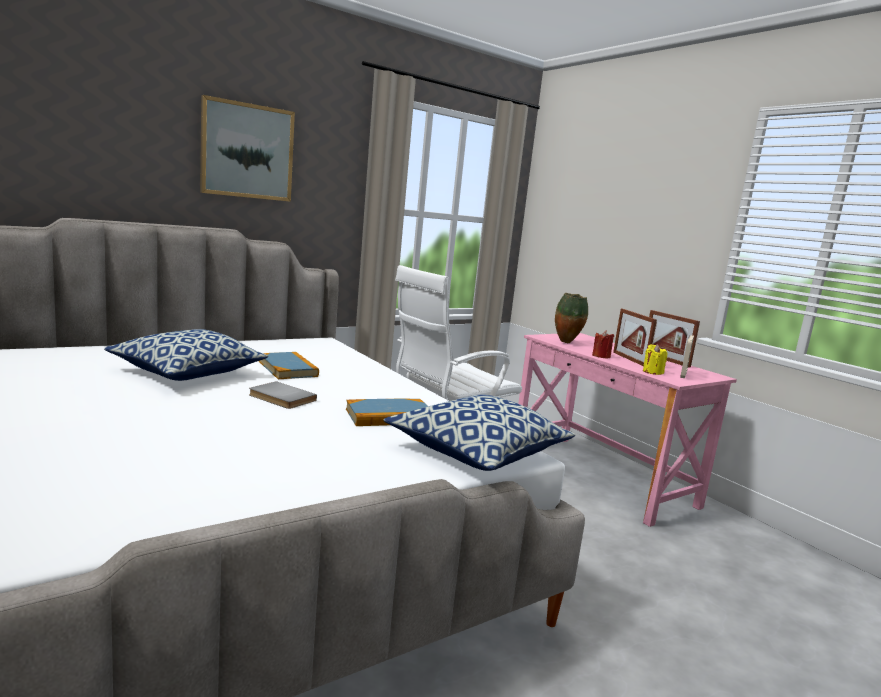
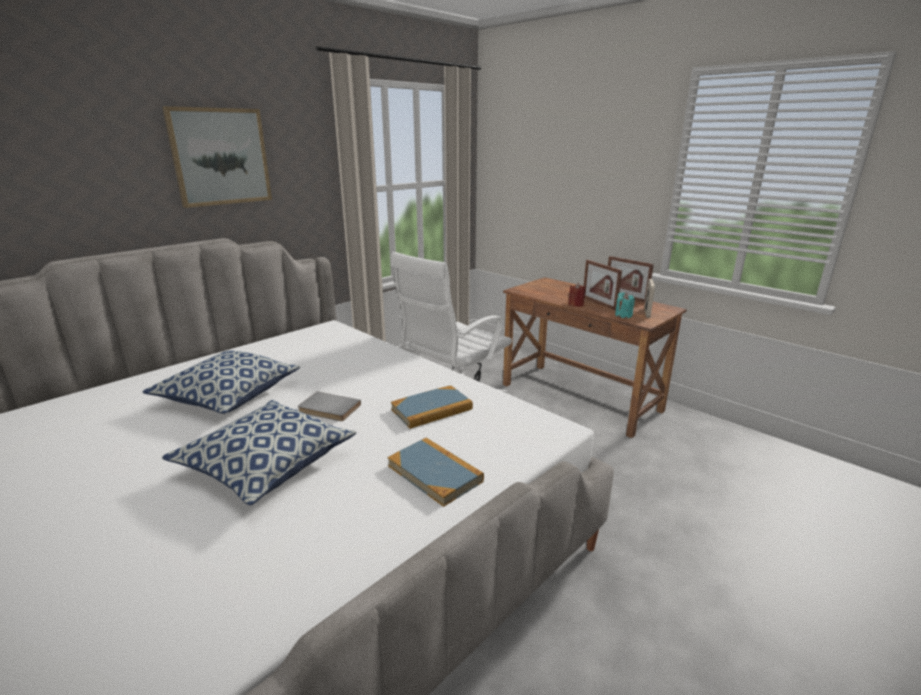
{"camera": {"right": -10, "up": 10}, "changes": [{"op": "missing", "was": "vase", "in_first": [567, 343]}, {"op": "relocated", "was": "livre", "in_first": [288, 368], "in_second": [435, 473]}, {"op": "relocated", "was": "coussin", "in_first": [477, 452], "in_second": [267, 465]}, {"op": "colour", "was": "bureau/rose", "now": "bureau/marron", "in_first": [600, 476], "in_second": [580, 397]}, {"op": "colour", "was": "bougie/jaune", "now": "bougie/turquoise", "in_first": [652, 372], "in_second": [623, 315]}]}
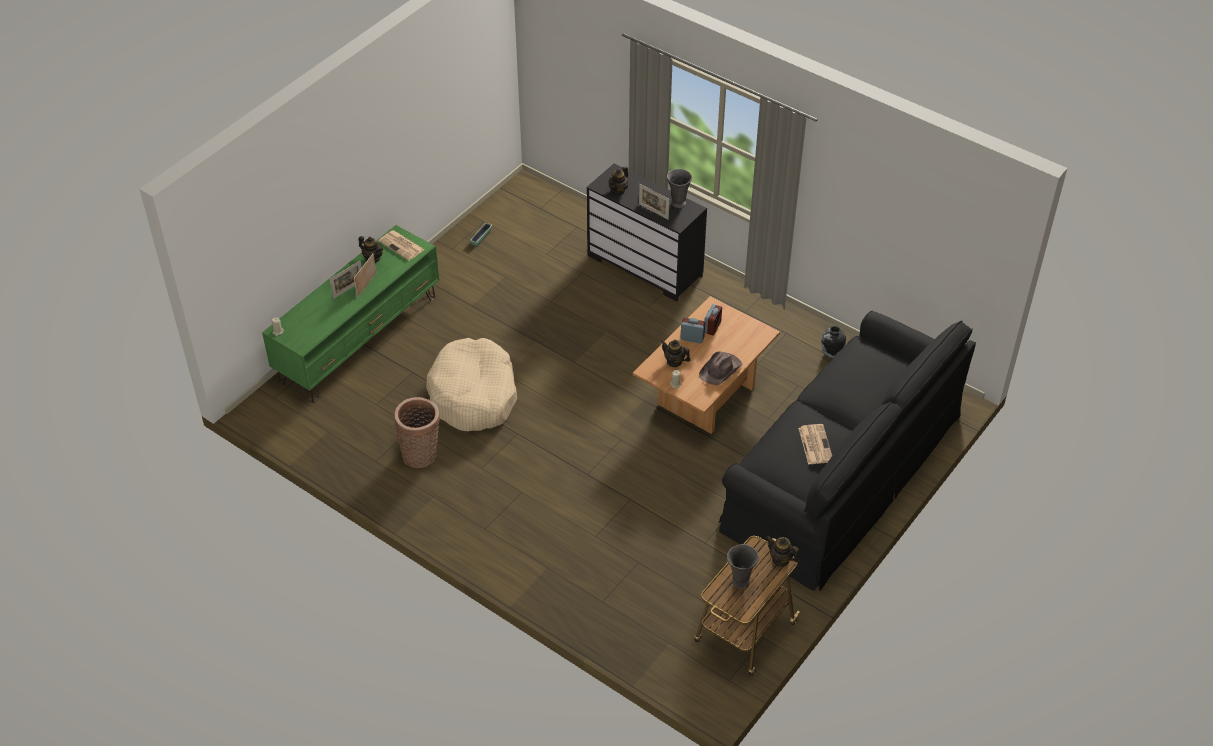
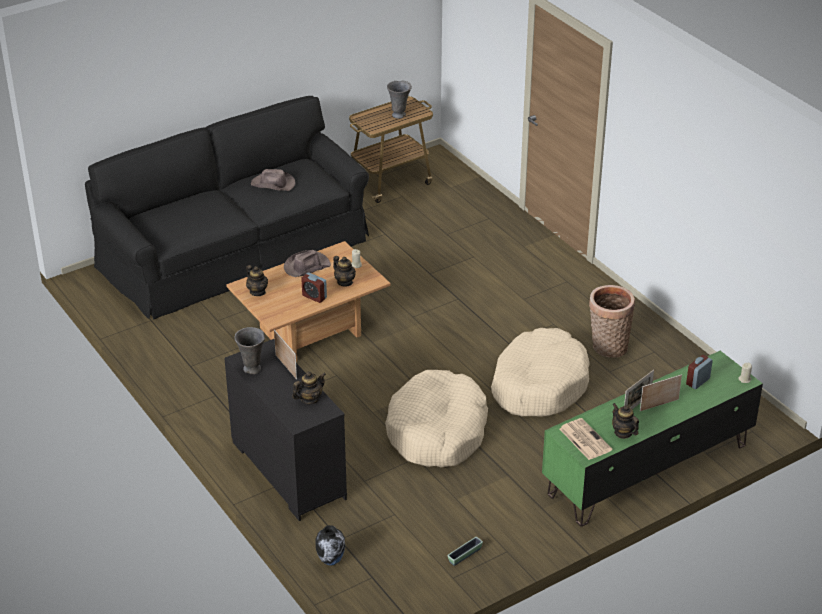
{"camera": {"right": -160, "up": -10}, "changes": [{"op": "appeared", "now": "panier pour chien/beige", "in_second": [437, 432]}, {"op": "relocated", "was": "réveil", "in_first": [712, 327], "in_second": [698, 381]}, {"op": "relocated", "was": "théière", "in_first": [781, 559], "in_second": [257, 292]}, {"op": "relocated", "was": "vase", "in_first": [831, 354], "in_second": [331, 561]}, {"op": "exchanged", "was": "journal", "now": "chapeau/marron", "in_first": [815, 444], "in_second": [273, 184]}]}
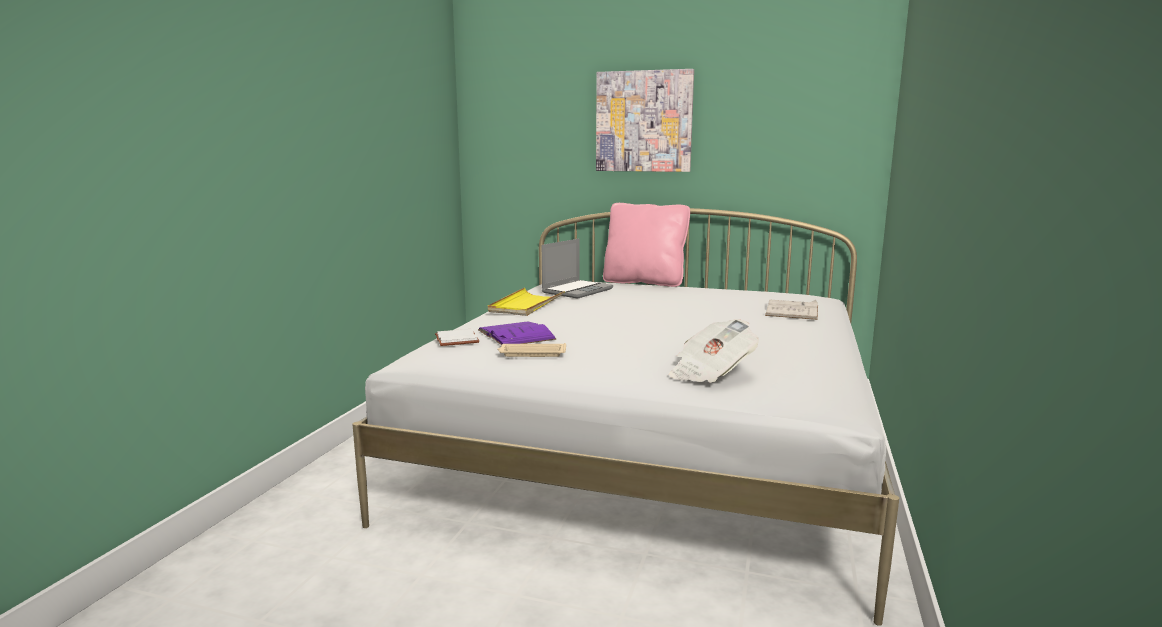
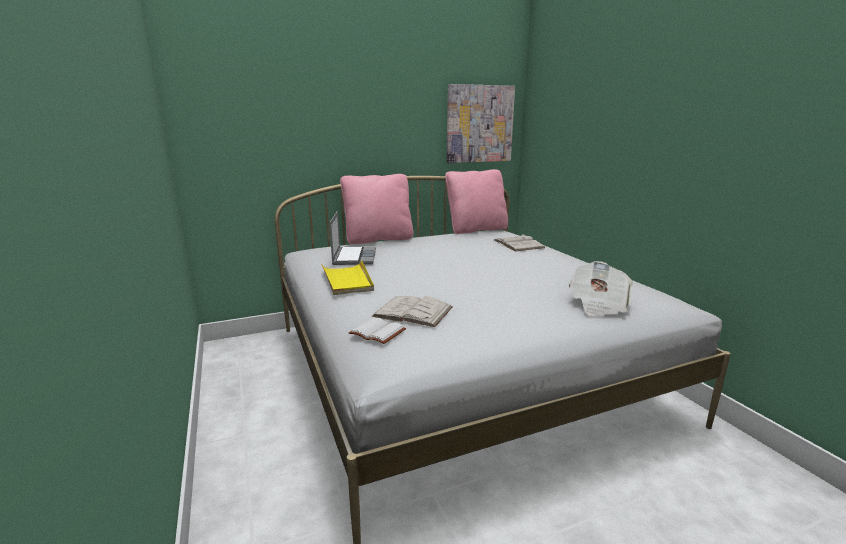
{"camera": {"right": -40, "up": 5}, "changes": [{"op": "missing", "was": "plateau/beige", "in_first": [531, 354]}, {"op": "appeared", "now": "coussin/rose", "in_second": [476, 229]}, {"op": "relocated", "was": "tableau", "in_first": [644, 121], "in_second": [479, 124]}, {"op": "colour", "was": "livre/violet", "now": "livre/blanc", "in_first": [516, 334], "in_second": [413, 312]}]}
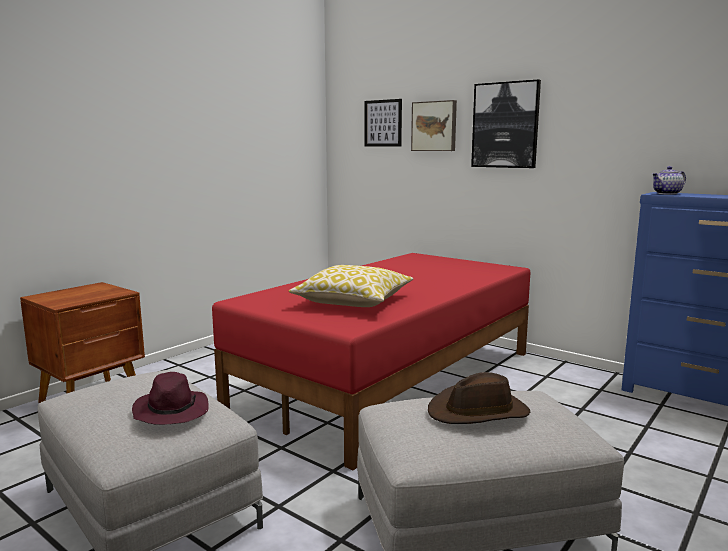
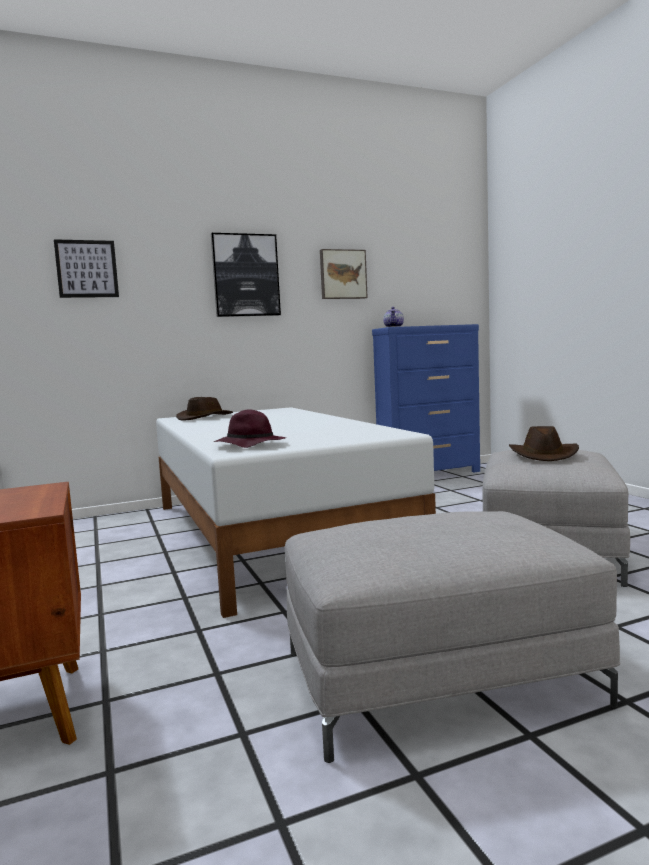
{"camera": {"right": -60, "up": -5}, "changes": [{"op": "missing", "was": "coussin", "in_first": [353, 302]}, {"op": "appeared", "now": "chapeau/marron", "in_second": [205, 417]}, {"op": "relocated", "was": "chapeau/violet", "in_first": [171, 412], "in_second": [249, 445]}, {"op": "relocated", "was": "tableau", "in_first": [434, 126], "in_second": [342, 274]}, {"op": "colour", "was": "lit/rouge", "now": "lit/blanc", "in_first": [392, 379], "in_second": [272, 533]}]}
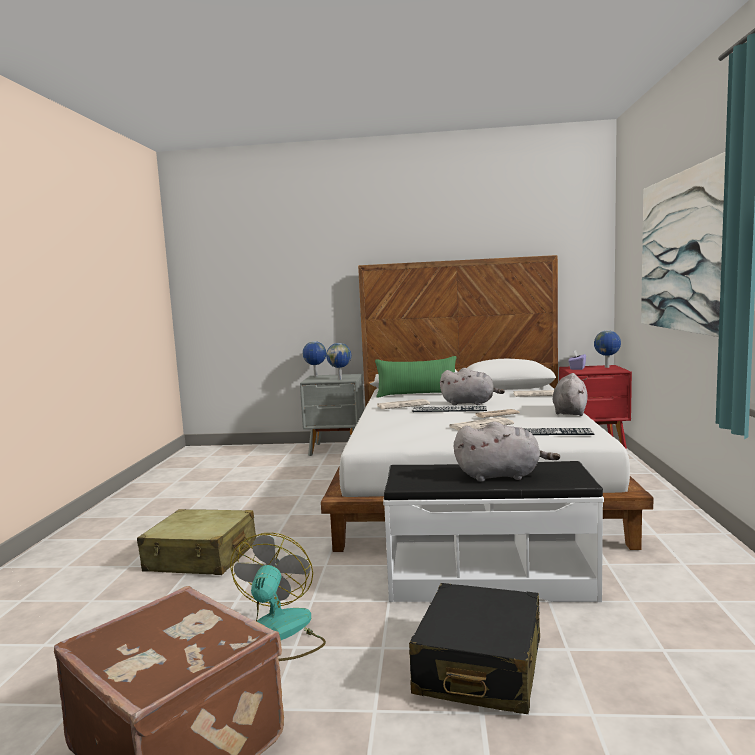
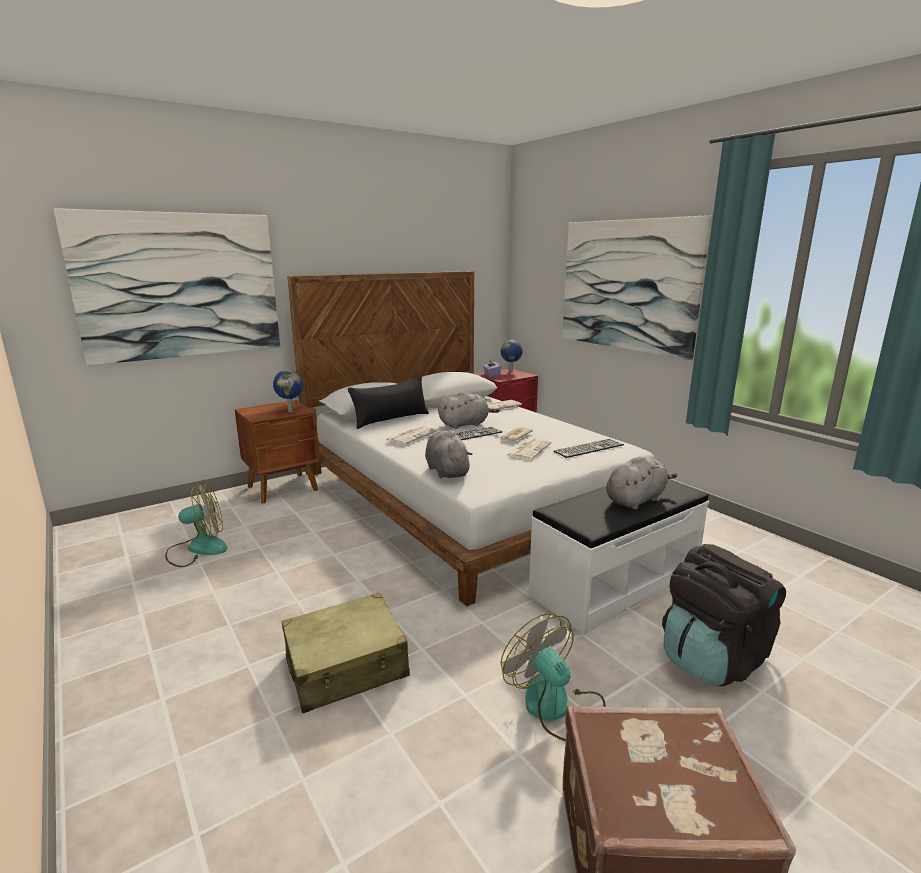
{"camera": {"right": -40, "up": 10}, "changes": [{"op": "missing", "was": "globe", "in_first": [315, 376]}, {"op": "appeared", "now": "tableau", "in_second": [180, 286]}, {"op": "appeared", "now": "ventilateur", "in_second": [197, 549]}, {"op": "relocated", "was": "peluche/gris", "in_first": [570, 412], "in_second": [446, 471]}, {"op": "exchanged", "was": "valise/noir", "now": "sac à dos/noir", "in_first": [479, 666], "in_second": [712, 658]}, {"op": "colour", "was": "table de chevet/gris", "now": "table de chevet/marron", "in_first": [337, 449], "in_second": [284, 488]}, {"op": "colour", "was": "coussin/vert", "now": "coussin/noir", "in_first": [417, 394], "in_second": [391, 419]}]}
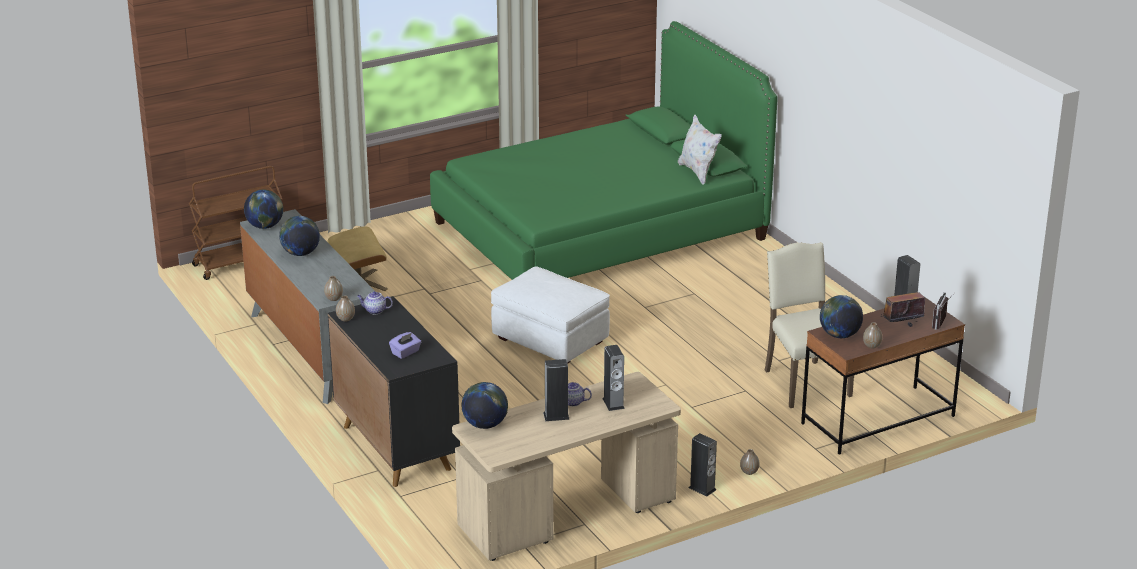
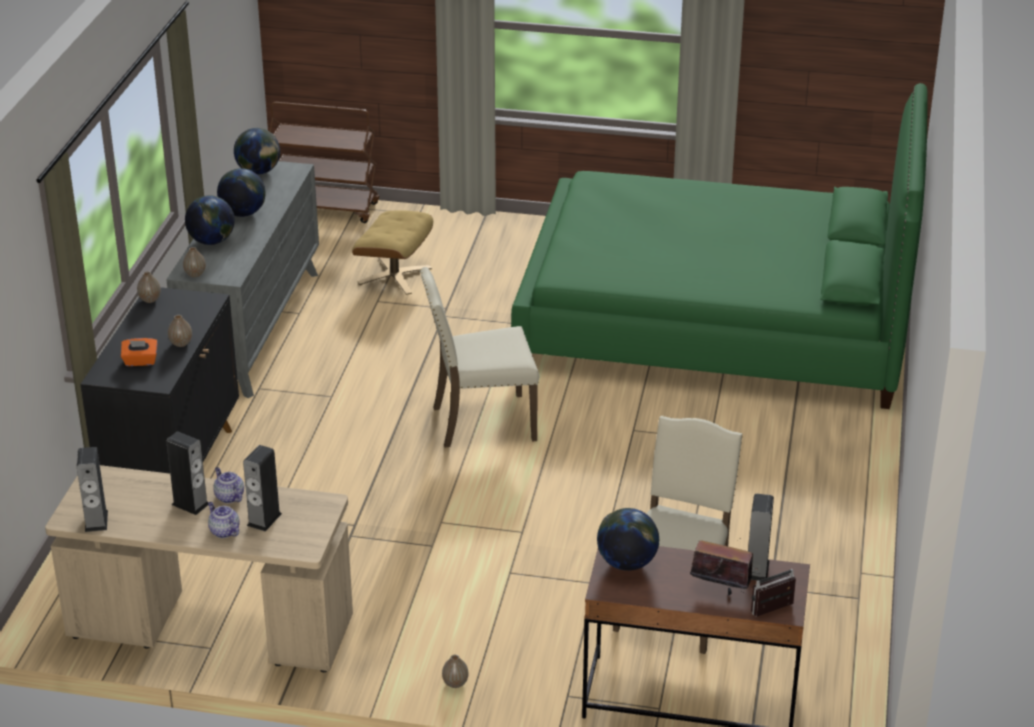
{"camera": {"right": 40, "up": 5}, "changes": [{"op": "missing", "was": "coussin/blanc", "in_first": [698, 172]}, {"op": "relocated", "was": "théière", "in_first": [374, 311], "in_second": [224, 531]}, {"op": "relocated", "was": "globe", "in_first": [485, 425], "in_second": [212, 241]}, {"op": "relocated", "was": "enceinte", "in_first": [702, 488], "in_second": [96, 521]}, {"op": "relocated", "was": "vase", "in_first": [872, 346], "in_second": [181, 343]}, {"op": "exchanged", "was": "pouf/blanc", "now": "chaise/beige", "in_first": [550, 340], "in_second": [481, 422]}, {"op": "colour", "was": "boîte à mouchoirs/violet", "now": "boîte à mouchoirs/orange", "in_first": [405, 353], "in_second": [140, 361]}]}
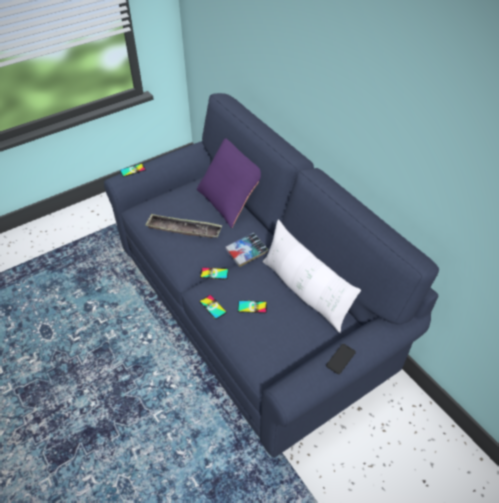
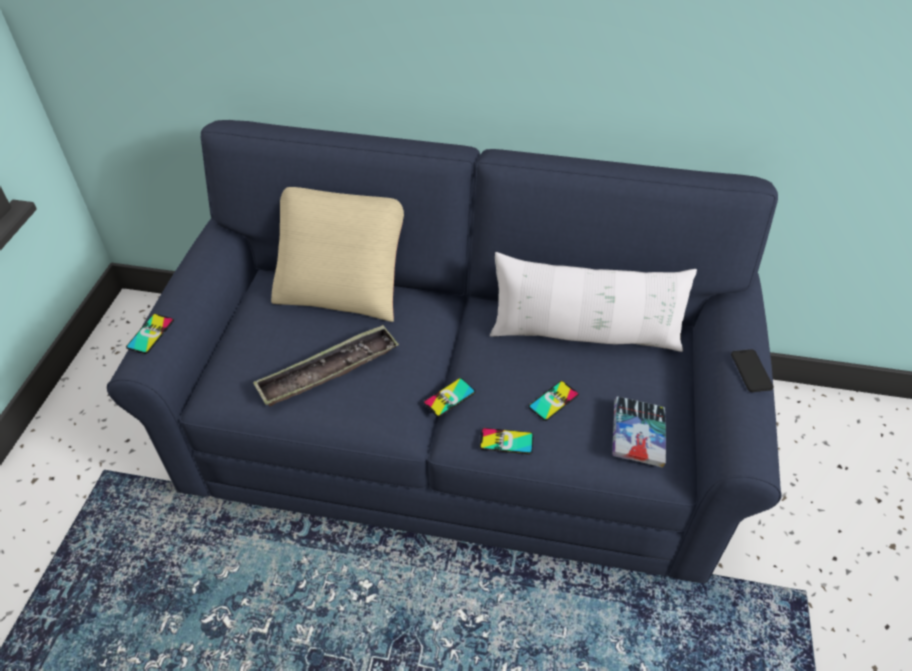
{"camera": {"right": -45, "up": 0}, "changes": [{"op": "relocated", "was": "livre", "in_first": [246, 252], "in_second": [637, 435]}, {"op": "colour", "was": "coussin/violet", "now": "coussin/beige", "in_first": [230, 201], "in_second": [343, 288]}]}
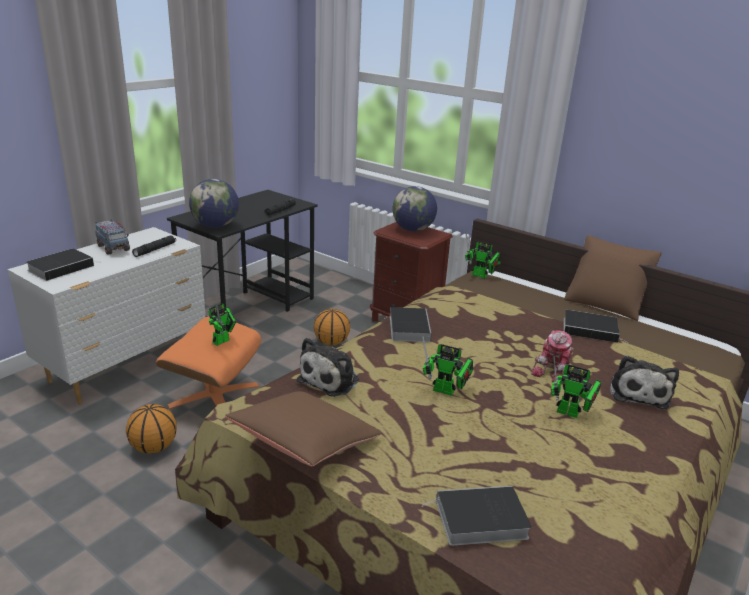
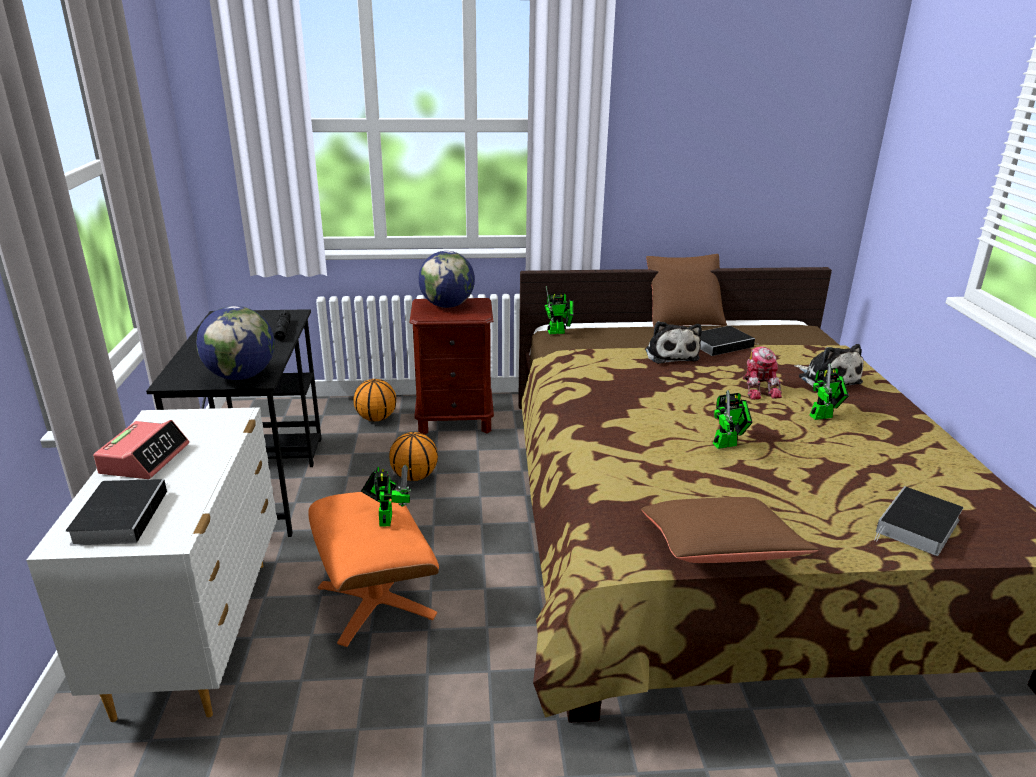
{"camera": {"right": -40, "up": 0}, "changes": [{"op": "missing", "was": "lampe de poche/noir", "in_first": [155, 249]}, {"op": "missing", "was": "livre", "in_first": [408, 327]}, {"op": "relocated", "was": "ballon de basket", "in_first": [154, 447], "in_second": [377, 418]}, {"op": "relocated", "was": "peluche", "in_first": [331, 379], "in_second": [670, 354]}, {"op": "exchanged", "was": "camion jouet", "now": "réveil", "in_first": [113, 248], "in_second": [145, 459]}]}
